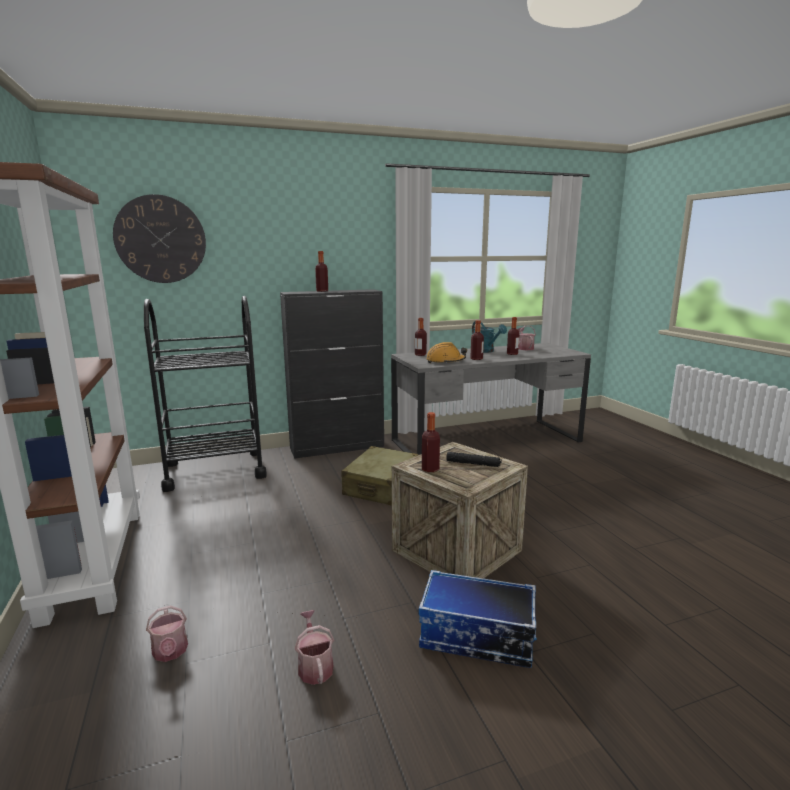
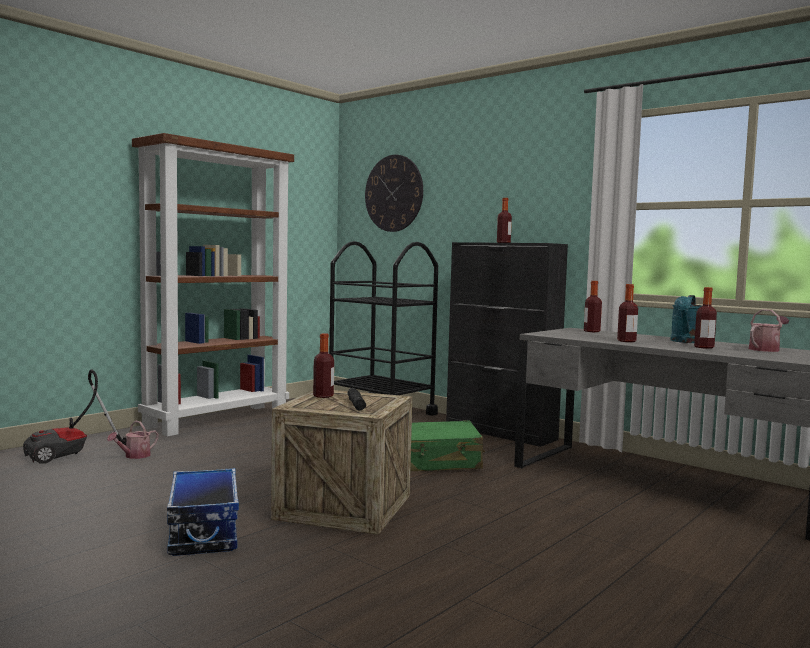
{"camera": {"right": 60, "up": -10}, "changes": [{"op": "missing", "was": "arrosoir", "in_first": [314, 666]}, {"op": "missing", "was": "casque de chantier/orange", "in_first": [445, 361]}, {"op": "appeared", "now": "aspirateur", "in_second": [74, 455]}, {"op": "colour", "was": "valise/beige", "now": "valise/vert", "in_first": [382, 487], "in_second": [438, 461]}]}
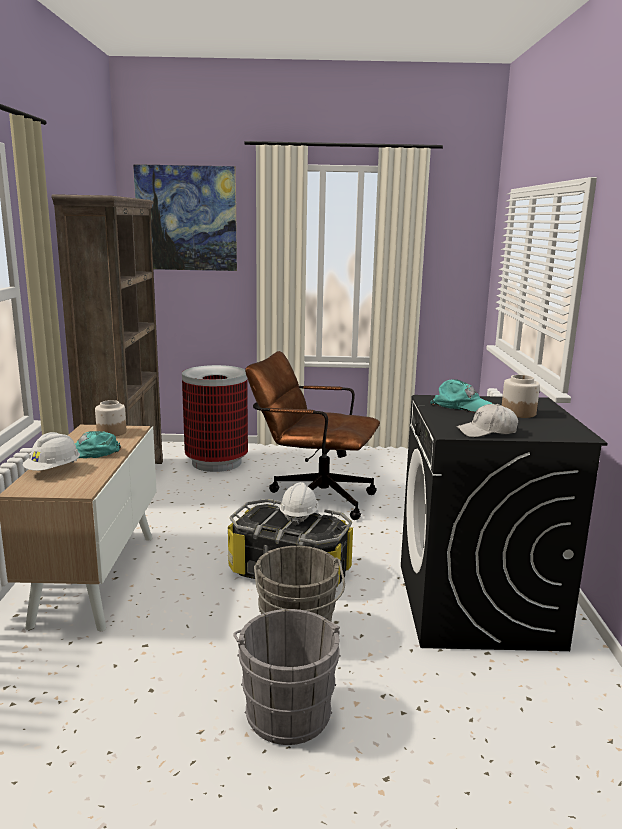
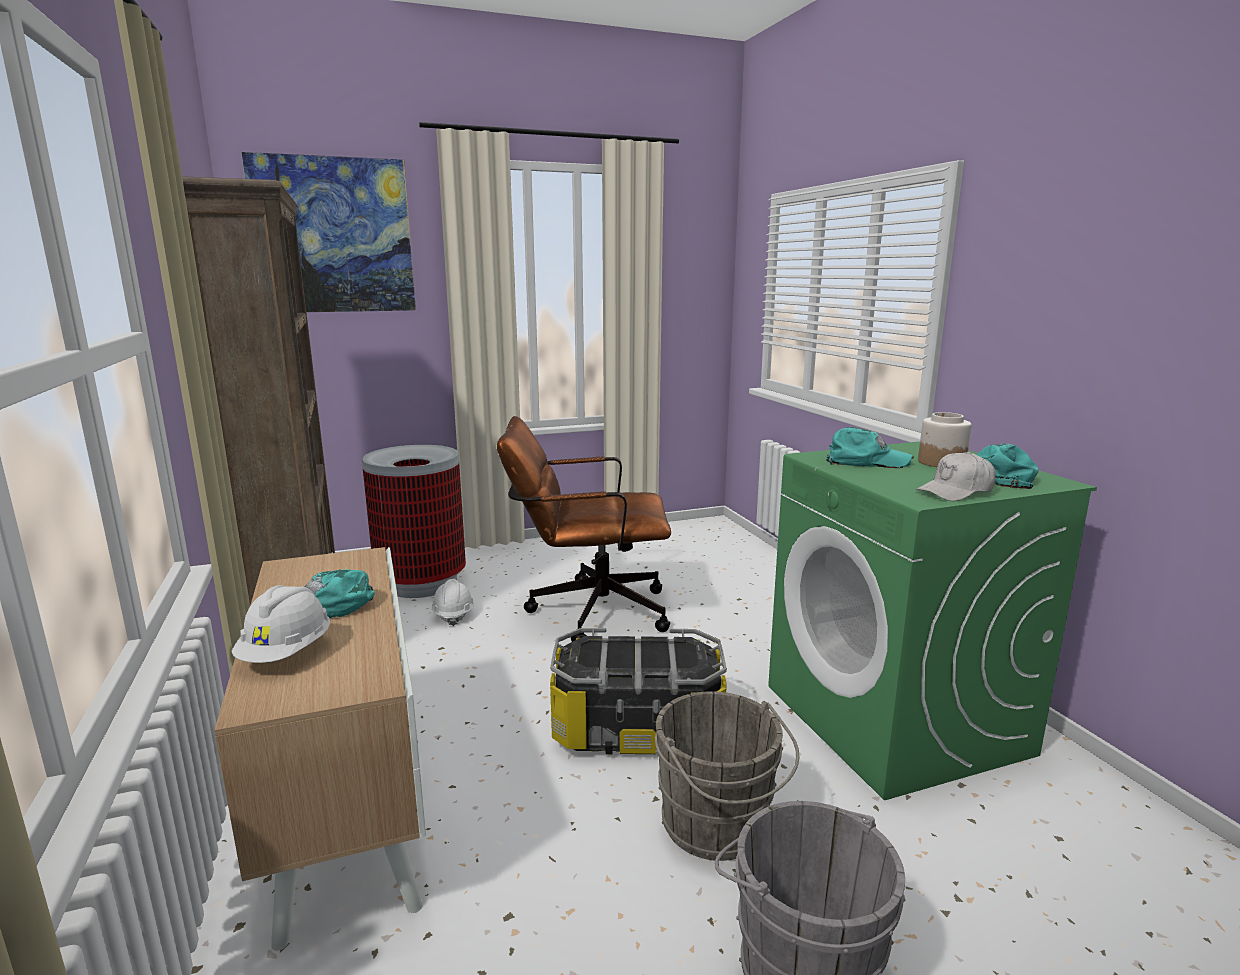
{"camera": {"right": -20, "up": 0}, "changes": [{"op": "missing", "was": "bocal", "in_first": [111, 432]}, {"op": "appeared", "now": "casquette/turquoise", "in_second": [1004, 476]}, {"op": "relocated", "was": "casque de chantier/blanc", "in_first": [299, 516], "in_second": [453, 615]}, {"op": "colour", "was": "lave-linge/noir", "now": "lave-linge/vert", "in_first": [477, 606], "in_second": [896, 720]}]}
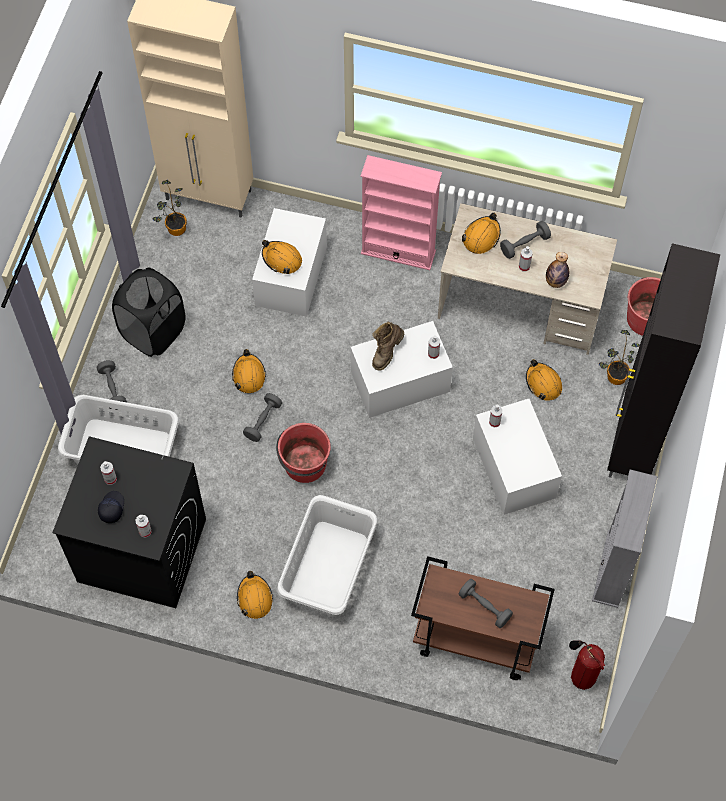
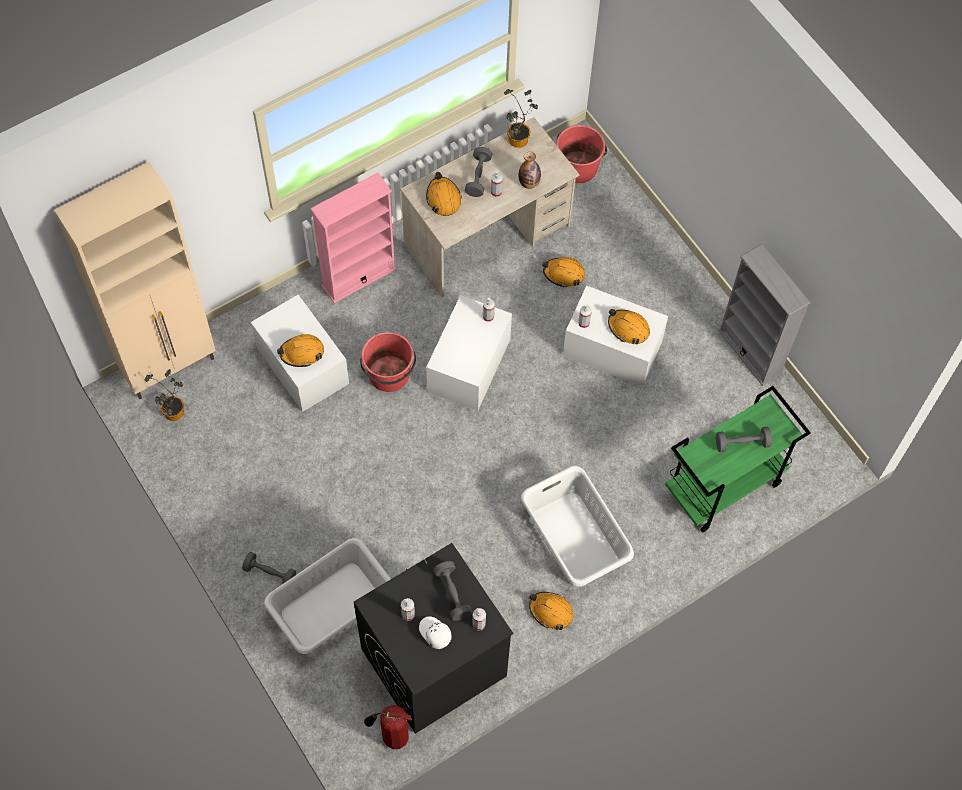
{"camera": {"right": -50, "up": 0}, "changes": [{"op": "missing", "was": "panier à linge/noir", "in_first": [153, 331]}, {"op": "missing", "was": "botte/marron", "in_first": [386, 352]}, {"op": "missing", "was": "meuble de rangement/noir", "in_first": [633, 444]}, {"op": "relocated", "was": "casque de chantier/orange", "in_first": [248, 375], "in_second": [628, 328]}, {"op": "relocated", "was": "haltère/gris", "in_first": [263, 421], "in_second": [452, 594]}, {"op": "relocated", "was": "seau/rouge", "in_first": [304, 465], "in_second": [389, 375]}, {"op": "relocated", "was": "extincteur", "in_first": [580, 676], "in_second": [392, 738]}, {"op": "relocated", "was": "plante en pot", "in_first": [613, 377], "in_second": [517, 142]}, {"op": "colour", "was": "casquette/noir", "now": "casquette/blanc", "in_first": [111, 508], "in_second": [434, 633]}, {"op": "colour", "was": "chariot/marron", "now": "chariot/vert", "in_first": [474, 640], "in_second": [723, 487]}]}
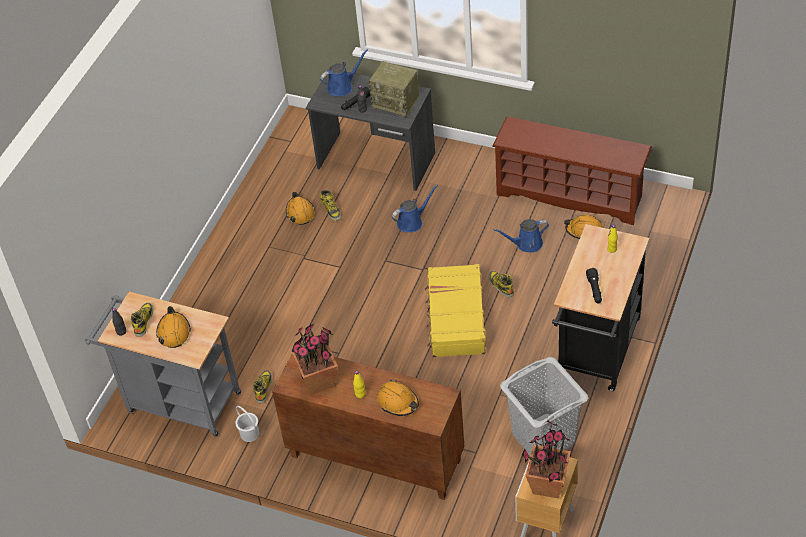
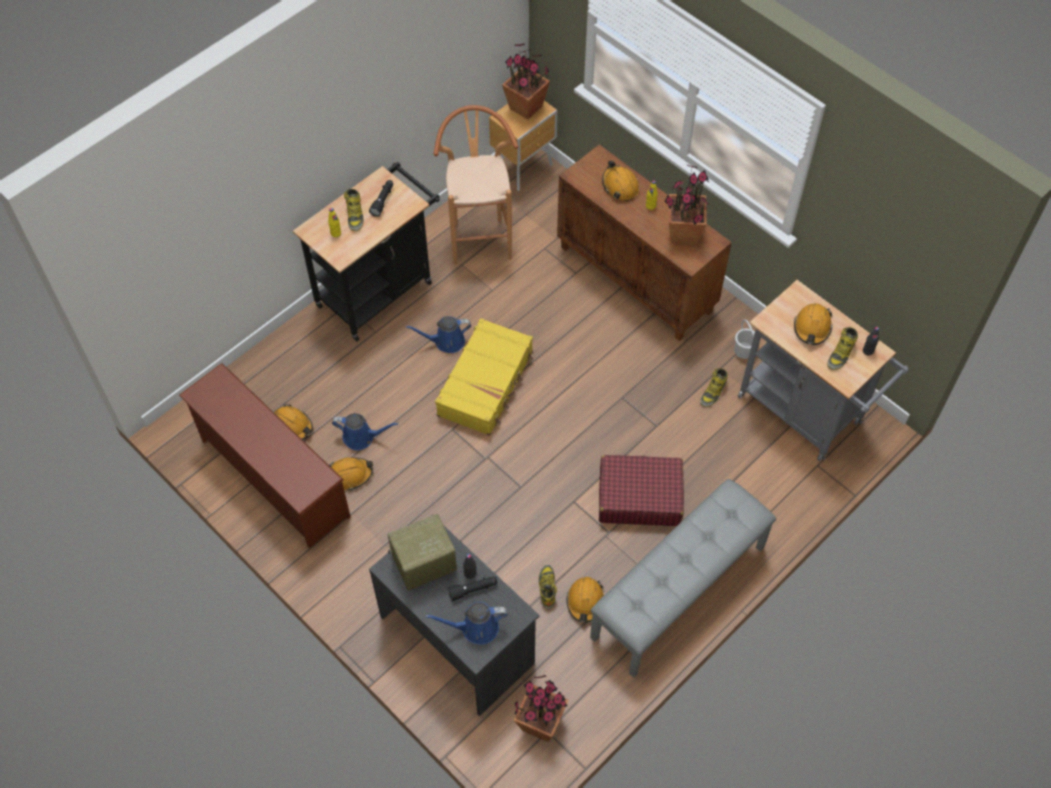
{"camera": {"right": -160, "up": 10}, "changes": [{"op": "appeared", "now": "casque de chantier/orange", "in_second": [350, 475]}, {"op": "appeared", "now": "plante en pot", "in_second": [540, 723]}, {"op": "appeared", "now": "banc/gris", "in_second": [679, 593]}, {"op": "appeared", "now": "valise/rouge", "in_second": [639, 497]}, {"op": "relocated", "was": "arrosoir/bleu", "in_first": [412, 222], "in_second": [446, 342]}, {"op": "relocated", "was": "botte", "in_first": [500, 285], "in_second": [355, 215]}, {"op": "exchanged", "was": "panier à linge/gris", "now": "tabouret/marron", "in_first": [543, 439], "in_second": [479, 235]}, {"op": "spun", "was": "radio", "in_first": [396, 103], "in_second": [423, 564], "clockwise": -75}]}
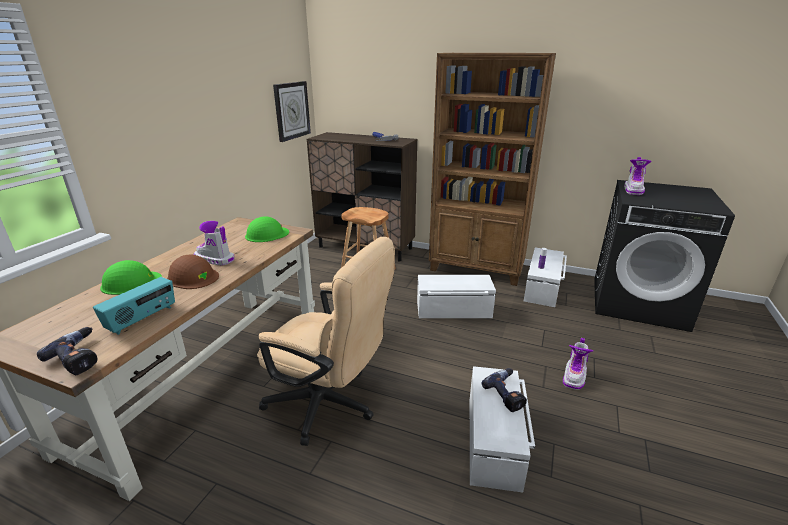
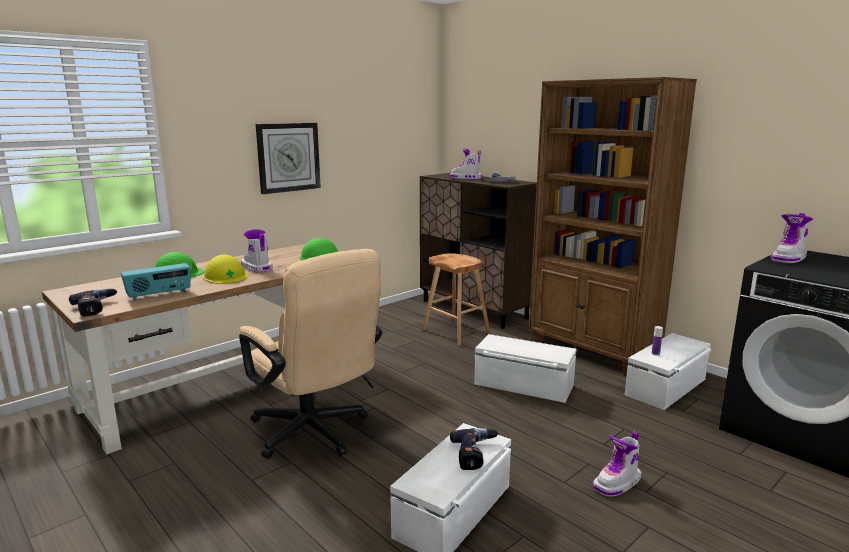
{"camera": {"right": 25, "up": -10}, "changes": [{"op": "appeared", "now": "botte", "in_second": [465, 178]}, {"op": "relocated", "was": "horloge murale", "in_first": [291, 110], "in_second": [288, 157]}, {"op": "colour", "was": "casque de chantier/marron", "now": "casque de chantier/jaune", "in_first": [193, 277], "in_second": [225, 276]}]}
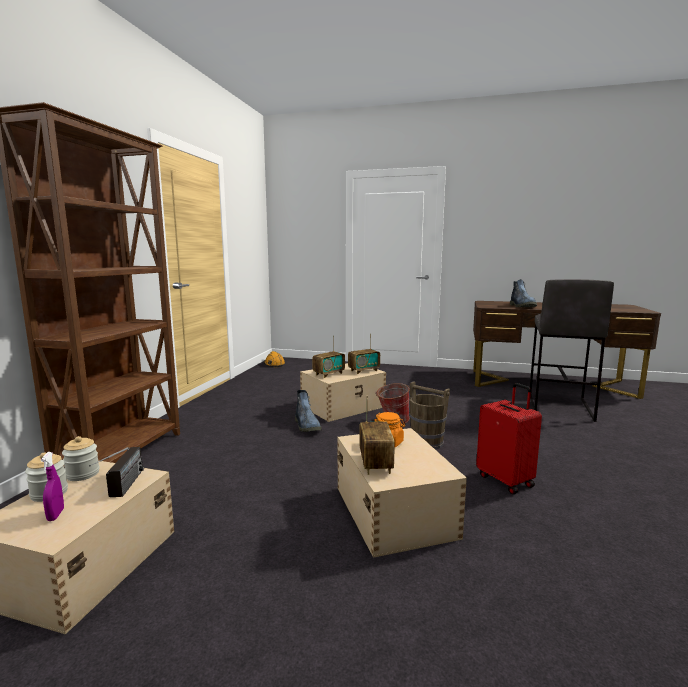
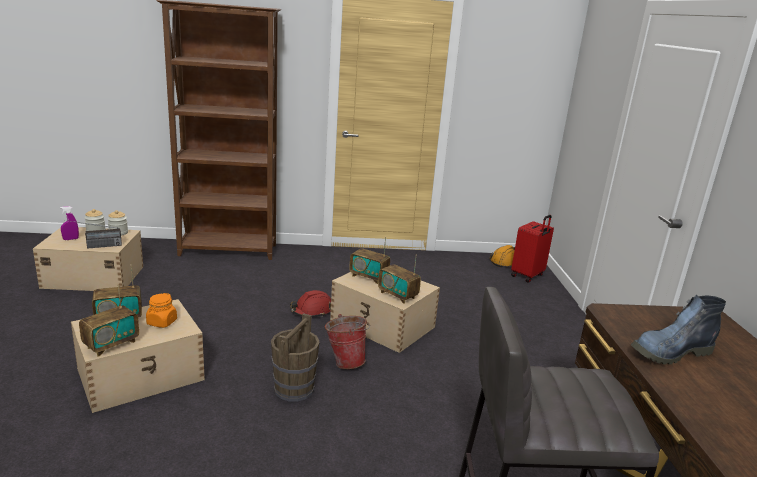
{"camera": {"right": 70, "up": 10}, "changes": [{"op": "appeared", "now": "radio", "in_second": [111, 344]}, {"op": "relocated", "was": "valise/rouge", "in_first": [506, 480], "in_second": [528, 275]}, {"op": "exchanged", "was": "botte", "now": "casque de chantier/rouge", "in_first": [307, 426], "in_second": [312, 311]}]}
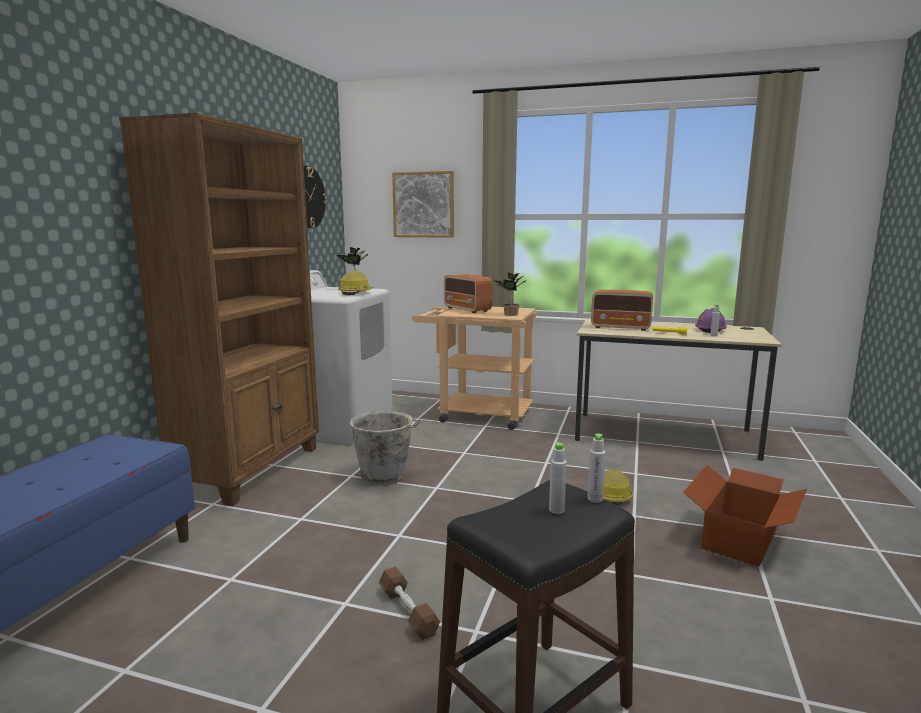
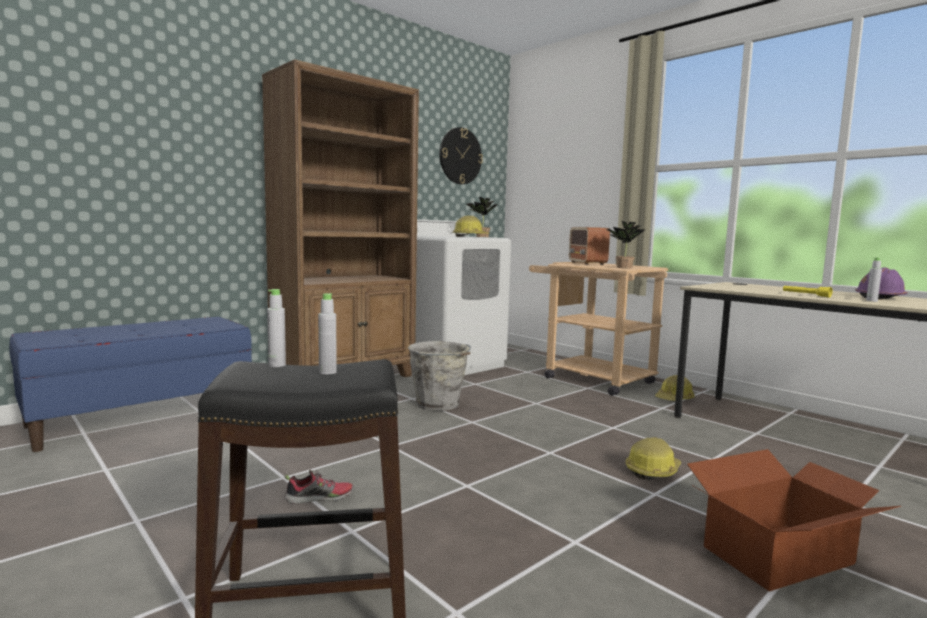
{"camera": {"right": 30, "up": -5}, "changes": [{"op": "missing", "was": "tableau", "in_first": [423, 205]}, {"op": "missing", "was": "radio", "in_first": [621, 327]}, {"op": "appeared", "now": "casque de chantier", "in_second": [674, 399]}, {"op": "relocated", "was": "bouteille/gris", "in_first": [595, 499], "in_second": [277, 365]}, {"op": "exchanged", "was": "haltère/marron", "now": "chaussure", "in_first": [408, 611], "in_second": [319, 498]}]}
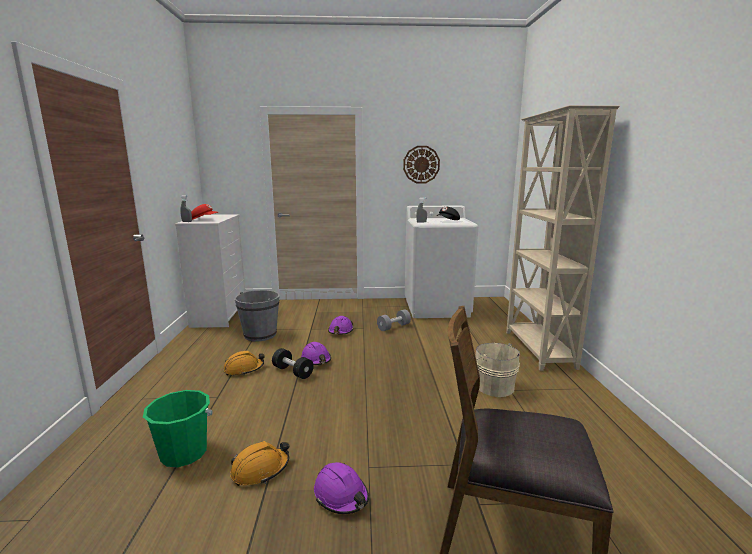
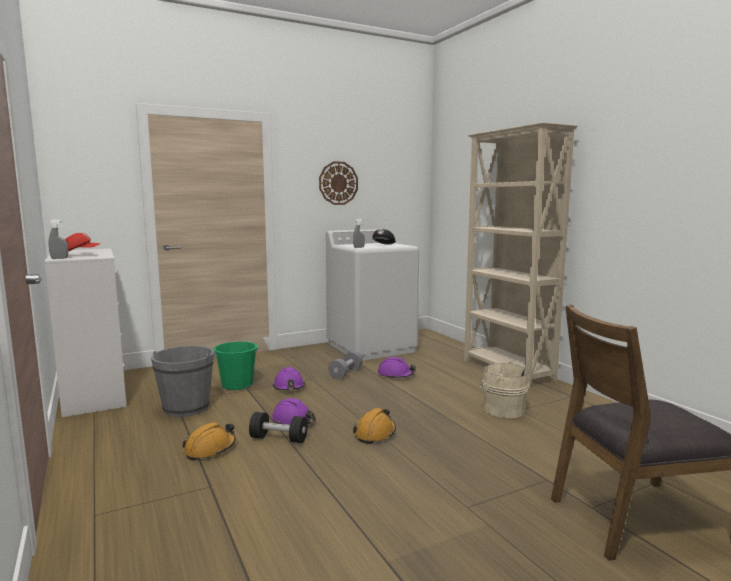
{"camera": {"right": -25, "up": -5}, "changes": [{"op": "relocated", "was": "seau/vert", "in_first": [184, 453], "in_second": [237, 385]}, {"op": "relocated", "was": "casque de chantier/orange", "in_first": [260, 470], "in_second": [375, 433]}, {"op": "relocated", "was": "casque de chantier/violet", "in_first": [341, 495], "in_second": [395, 375]}]}
